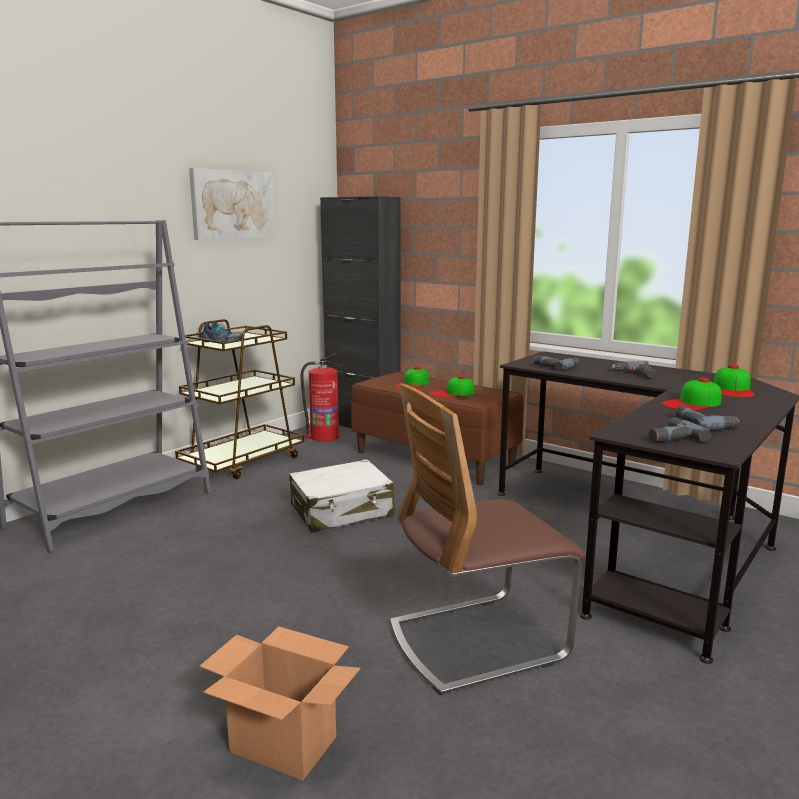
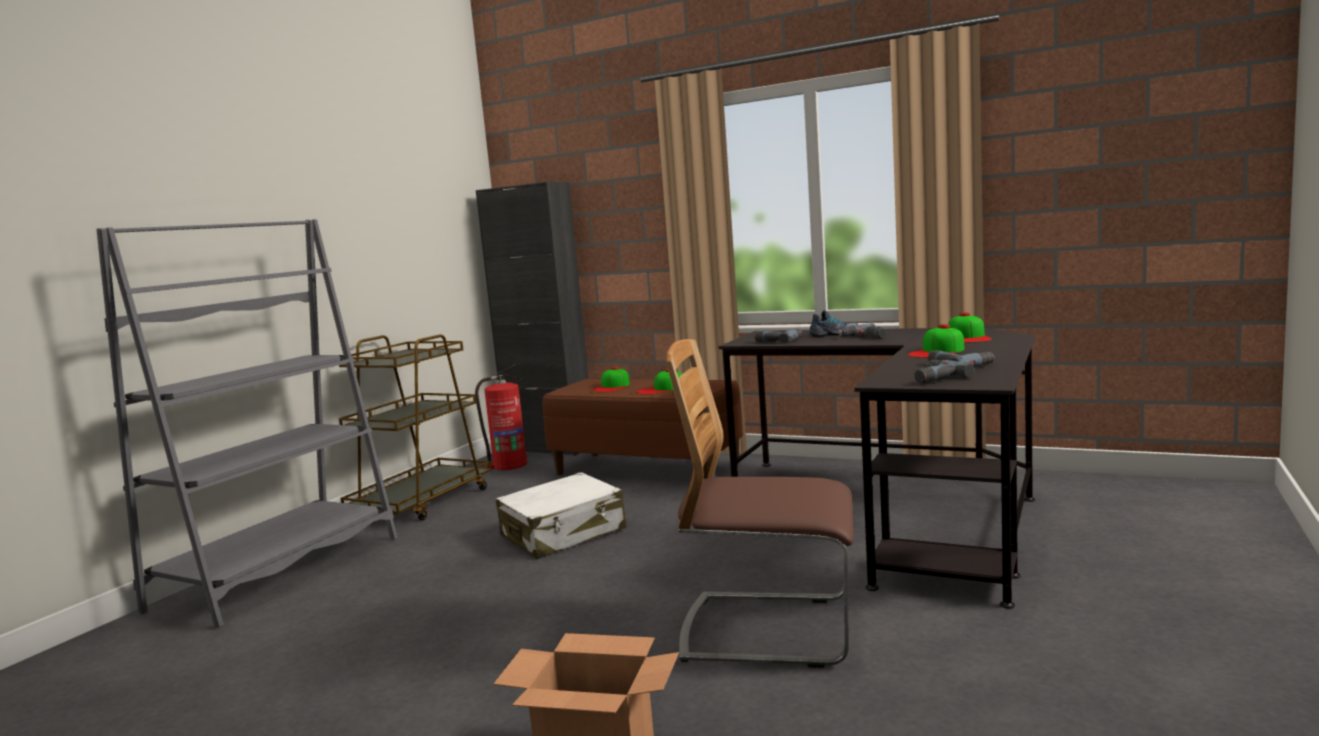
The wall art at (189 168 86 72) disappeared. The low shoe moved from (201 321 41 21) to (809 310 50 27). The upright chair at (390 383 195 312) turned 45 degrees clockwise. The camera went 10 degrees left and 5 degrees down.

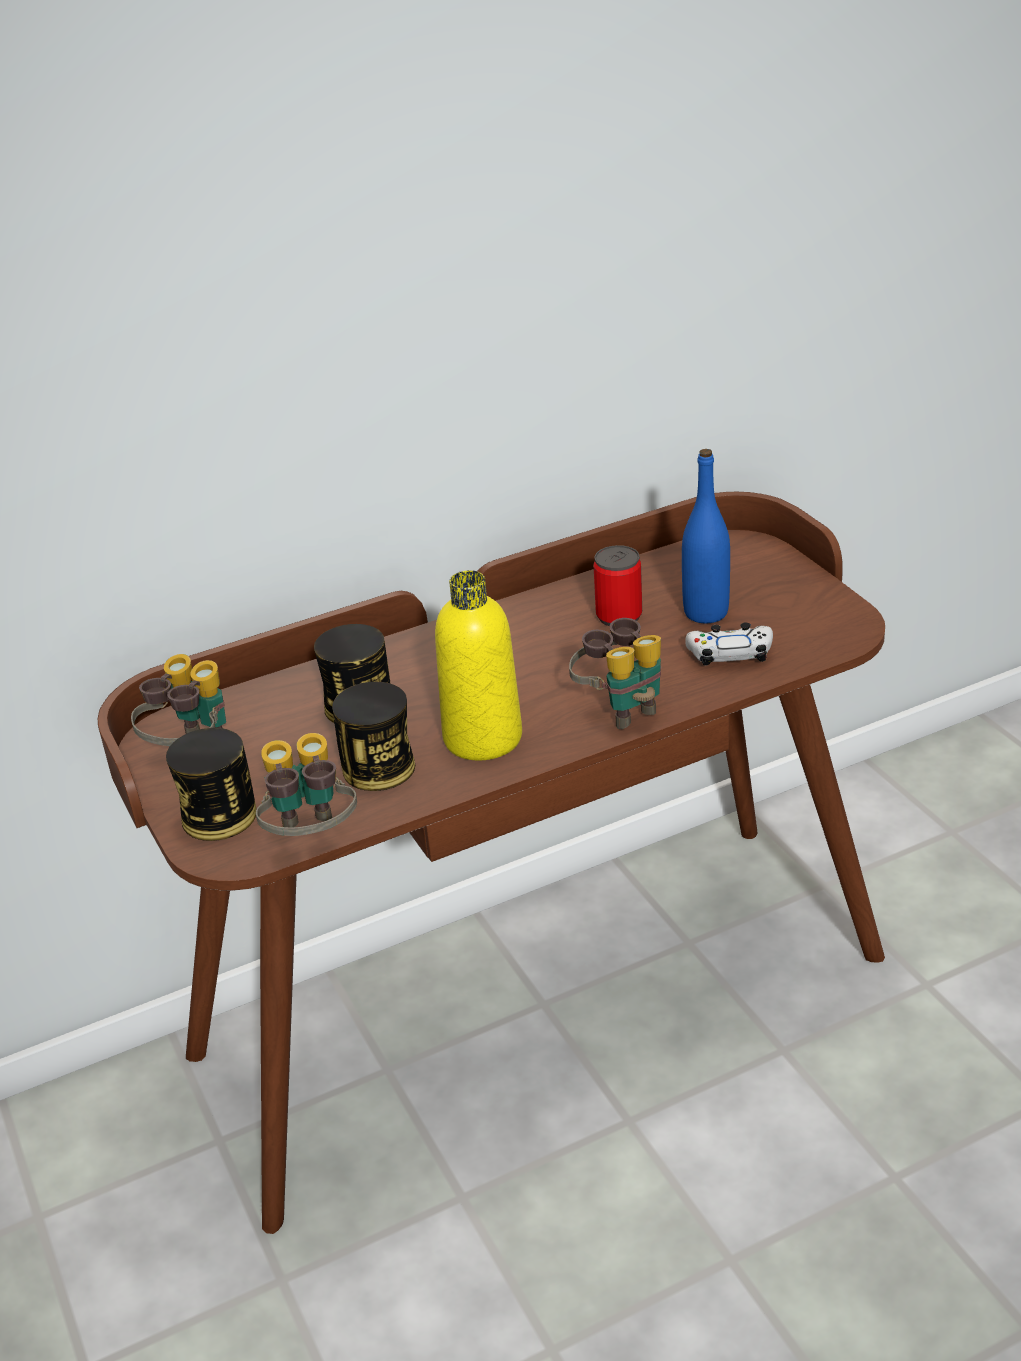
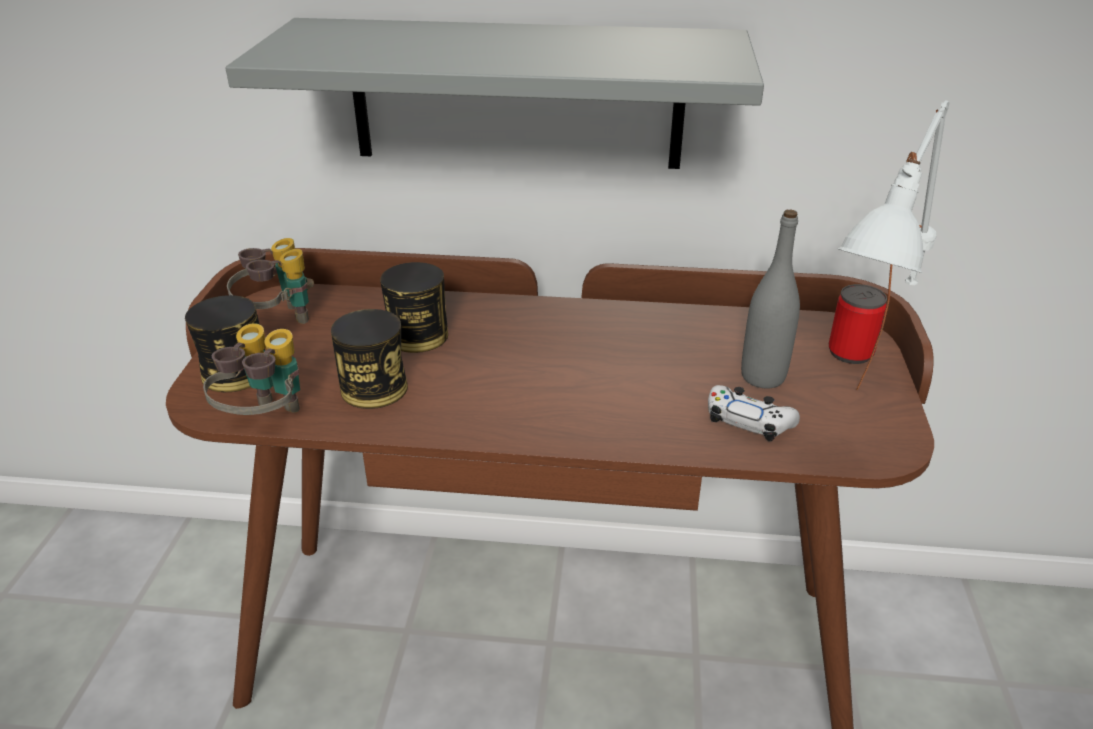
The yellow-coloured drink bottle at (435 570 87 190) disappeared. The binoculars at (569 618 92 111) disappeared. The metal can moved from (593 545 49 81) to (829 284 58 80). The blue-coloured drink bottle at (682 449 48 174) became the greyish drink bottle at (741 209 59 179). The greyish wall shelf at (225 18 539 151) appeared. The whitish table lamp at (837 100 112 290) appeared. The camera went 30 degrees right and 0 degrees up.

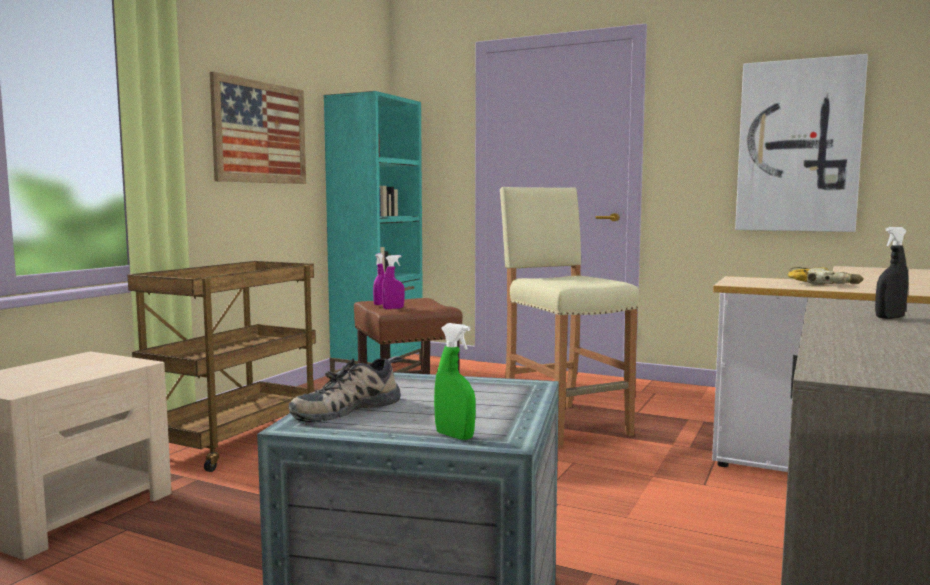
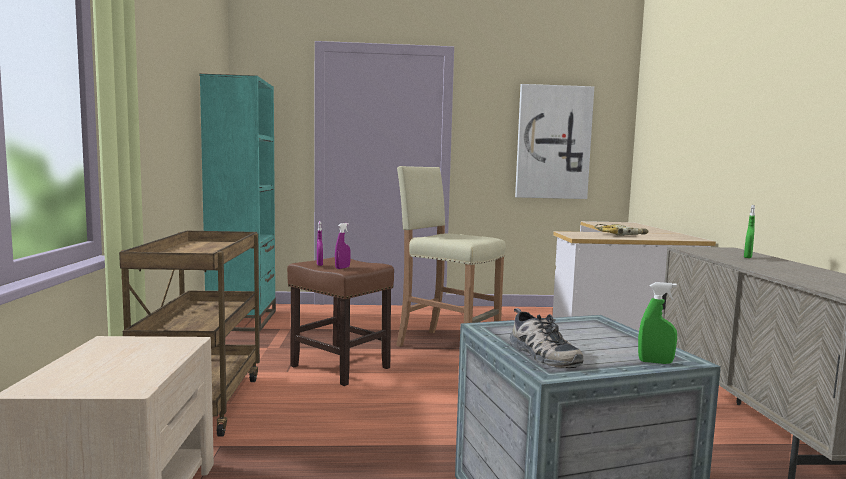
The wall art at (210 71 96 113) disappeared. The low shoe at (289 356 113 66) turned 45 degrees counterclockwise. The black spray bottle at (875 227 33 92) became the green-coloured spray bottle at (744 205 11 53). The camera went 30 degrees left and 0 degrees up.

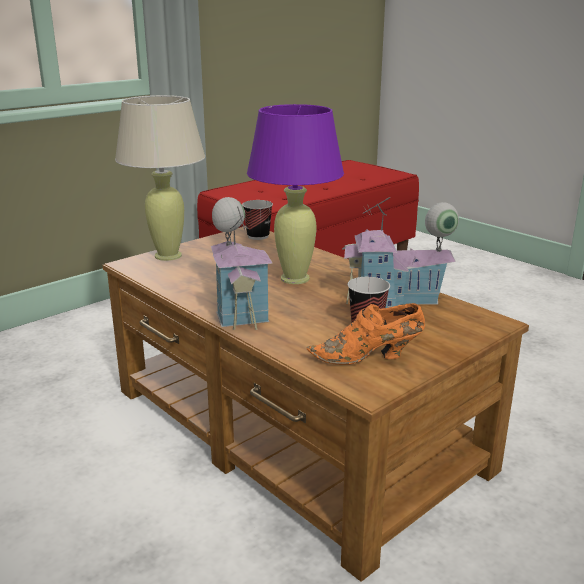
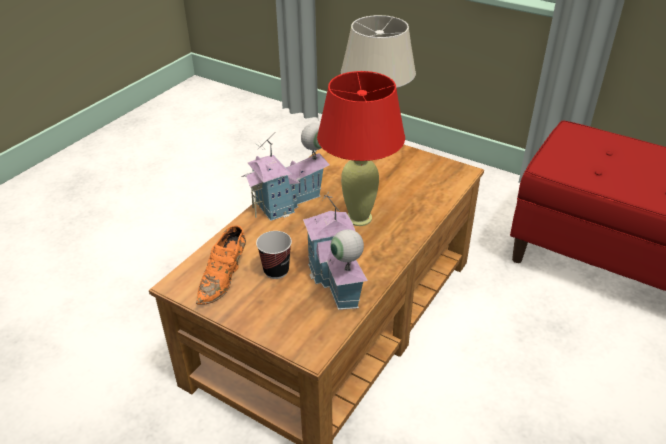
The drinking cup at (242 200 31 40) disappeared. The purple-coloured table lamp at (247 104 97 180) became the red-coloured table lamp at (317 71 88 155). The orangey low shoe at (307 303 118 62) turned 135 degrees counterclockwise. The camera went 75 degrees right and 15 degrees up.

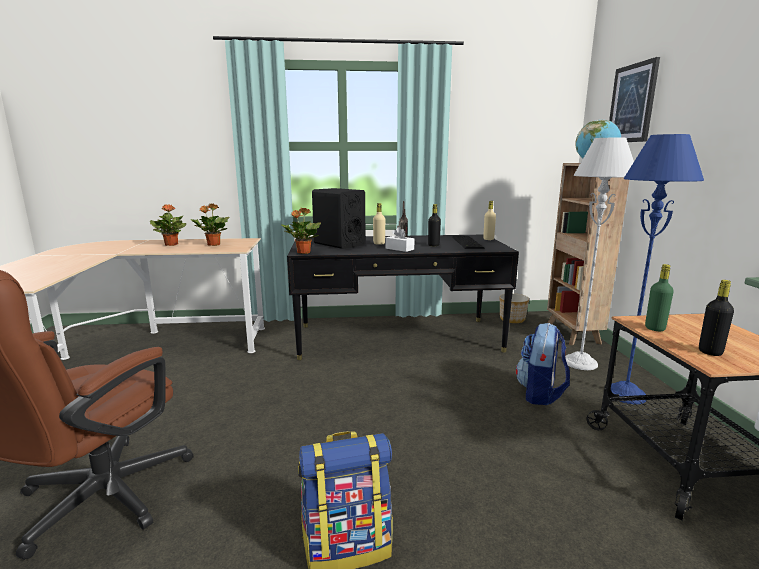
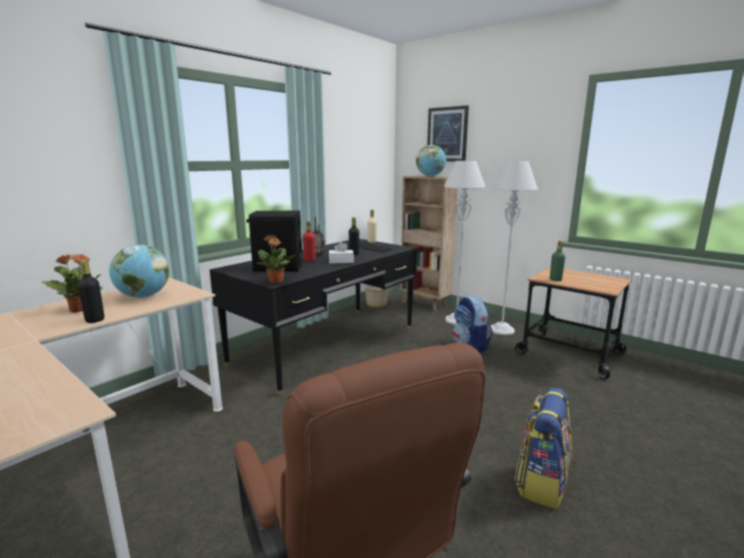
The plant in a pot at (190 203 39 43) was replaced by the world globe at (109 245 60 53). The sand-coloured drink bottle at (373 203 12 42) became the red-coloured drink bottle at (303 222 13 39). The blue-coloured standard lamp at (611 134 93 270) became the greyish standard lamp at (491 161 47 174). The black drink bottle moved from (699 280 35 76) to (78 260 26 63). The camera went 45 degrees left and 0 degrees up.

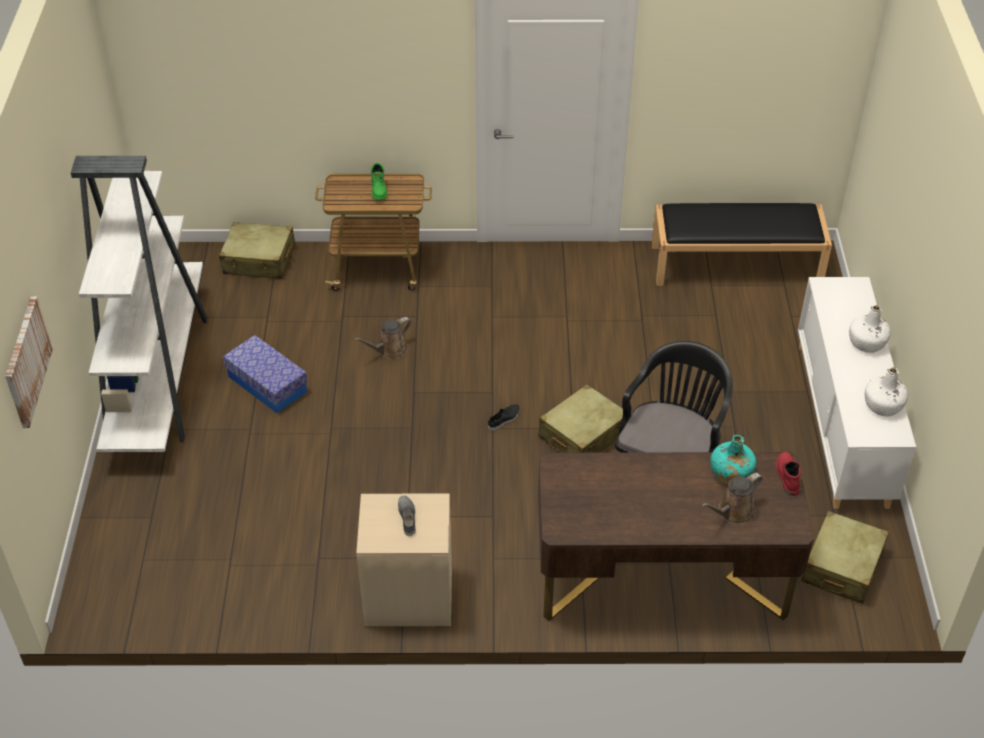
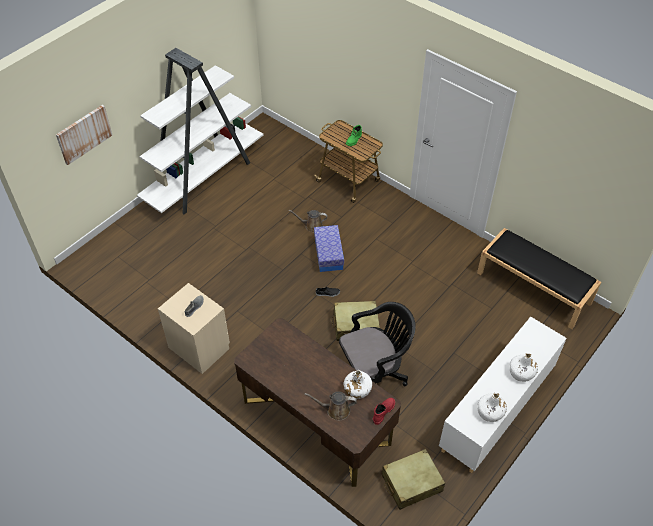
The sand-coloured travel case at (219 222 76 57) disappeared. The storage bin moved from (223 335 85 78) to (314 225 30 47). The turquoise drink bottle at (710 435 46 49) became the whitish drink bottle at (343 370 29 29). The camera went 40 degrees right and 5 degrees up.

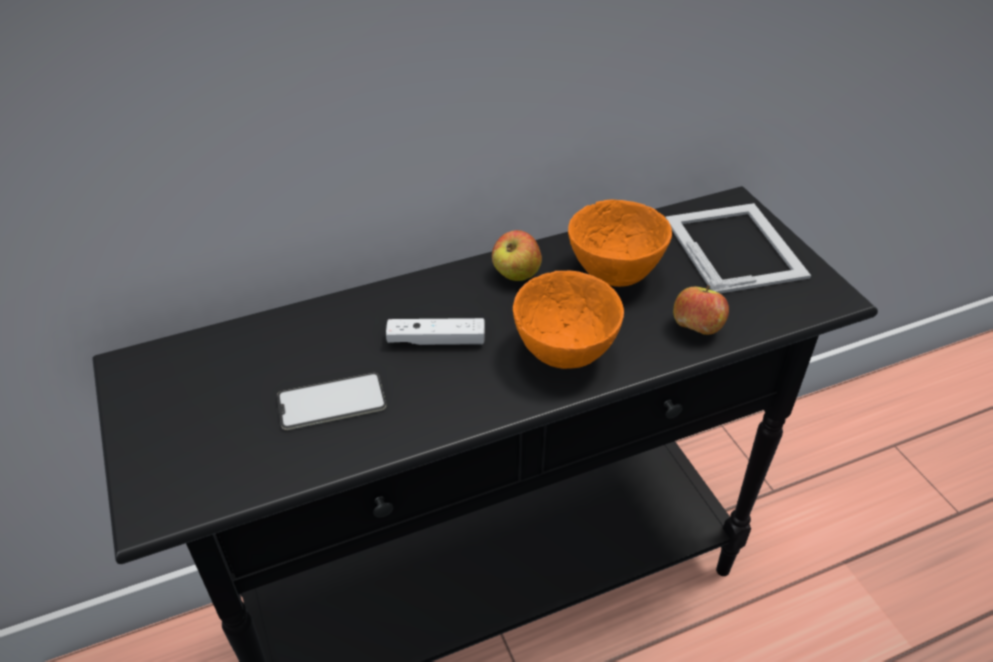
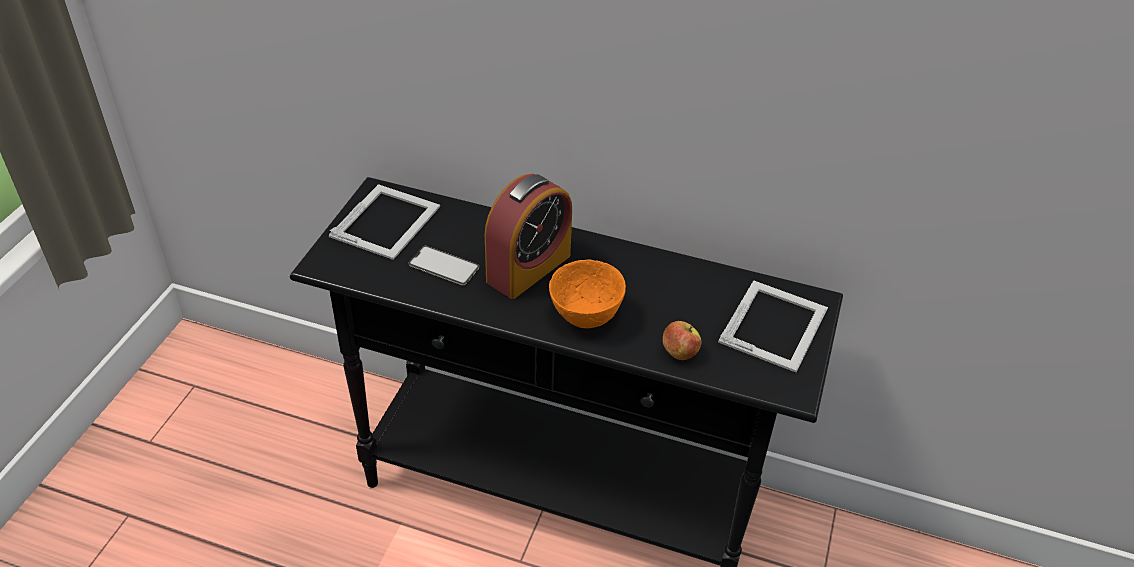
The whitish game controller at (386 318 99 27) was replaced by the bedside clock at (485 173 87 126). The whole apple at (492 230 50 51) disappeared. The orangey deep dish at (568 199 104 88) disappeared. The photo frame at (329 184 111 76) appeared. The camera went 40 degrees right and 0 degrees up.

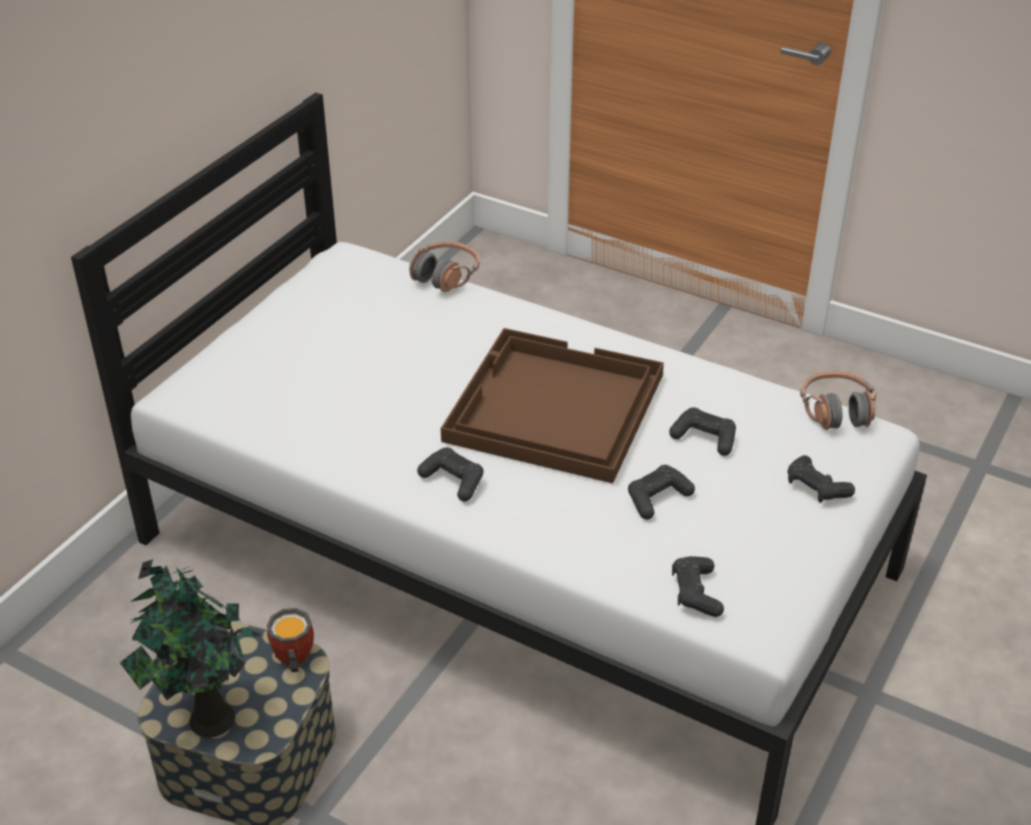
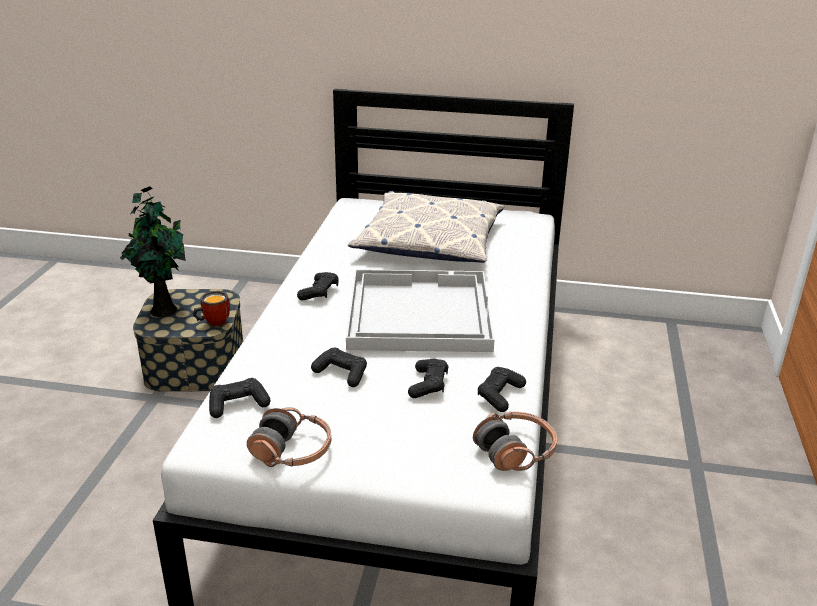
The pair of headphones moved from (409 241 70 51) to (247 407 84 60). The brown-coloured tray at (441 328 223 155) became the whitish tray at (346 269 149 83). The black game controller moved from (788 455 67 48) to (478 367 48 45). The throw pillow at (348 191 157 72) appeared. The camera went 70 degrees right and 10 degrees down.

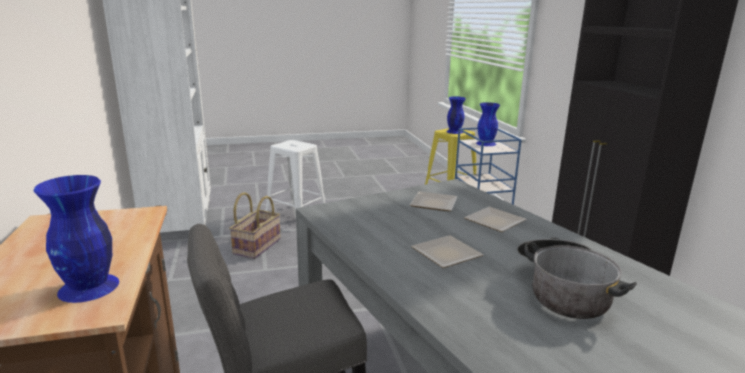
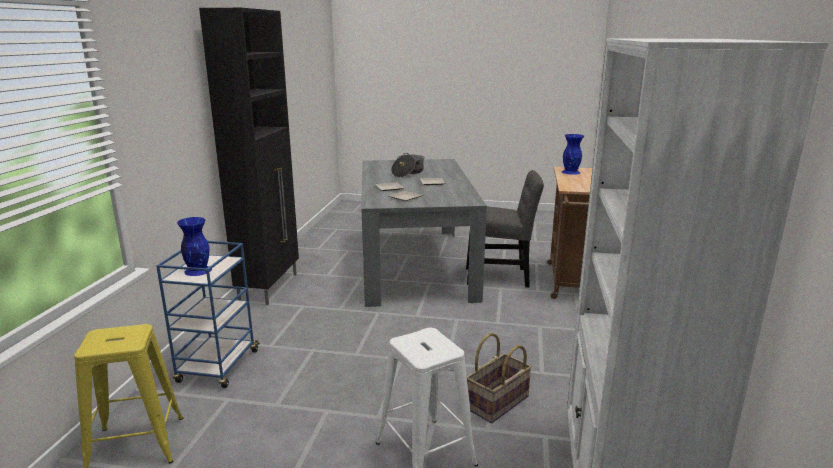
The blue-coloured flower vase at (446 96 20 38) disappeared. The camera went 155 degrees left and 0 degrees up.

